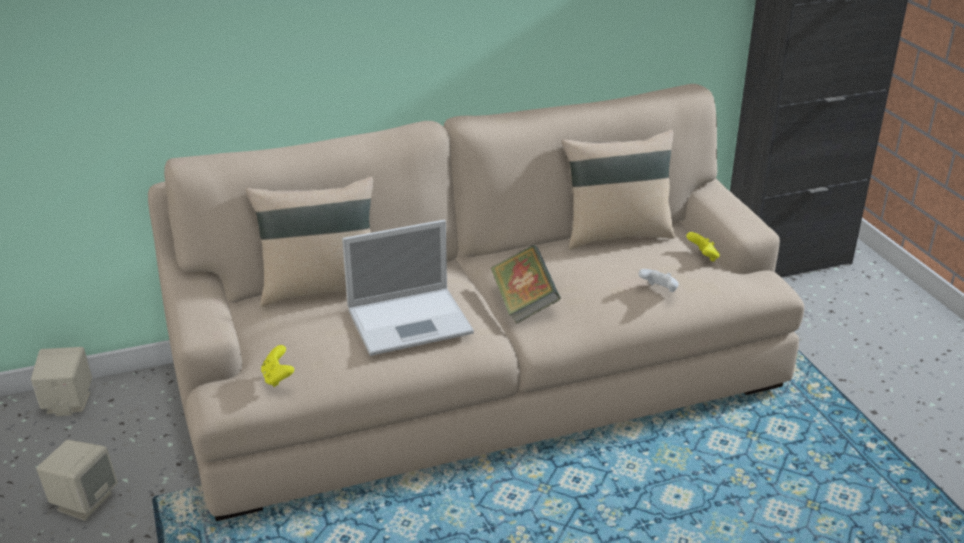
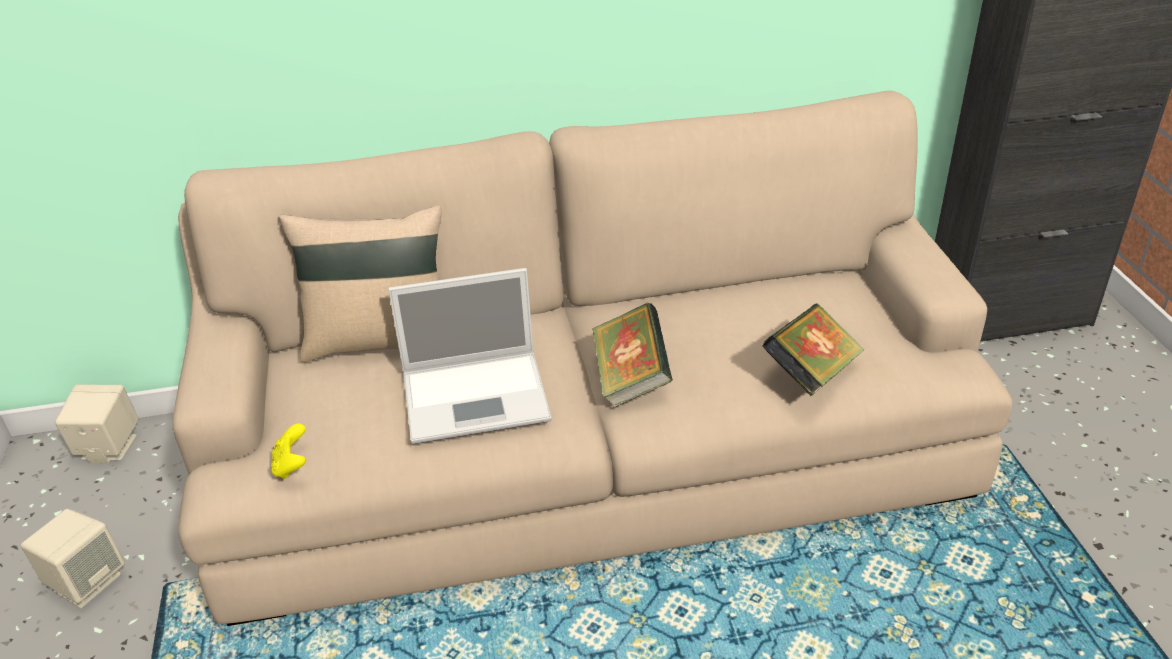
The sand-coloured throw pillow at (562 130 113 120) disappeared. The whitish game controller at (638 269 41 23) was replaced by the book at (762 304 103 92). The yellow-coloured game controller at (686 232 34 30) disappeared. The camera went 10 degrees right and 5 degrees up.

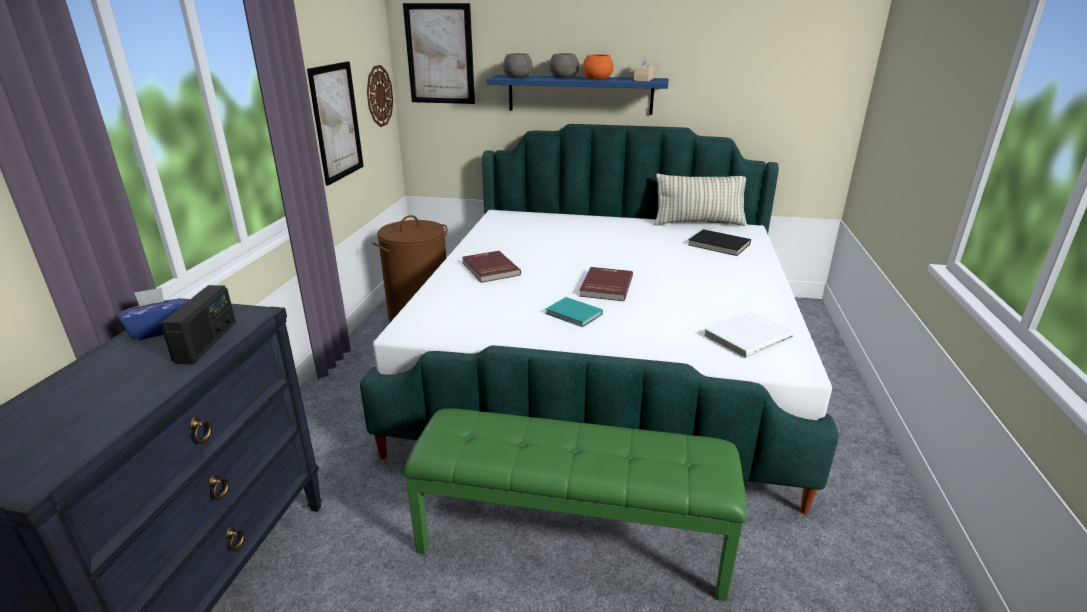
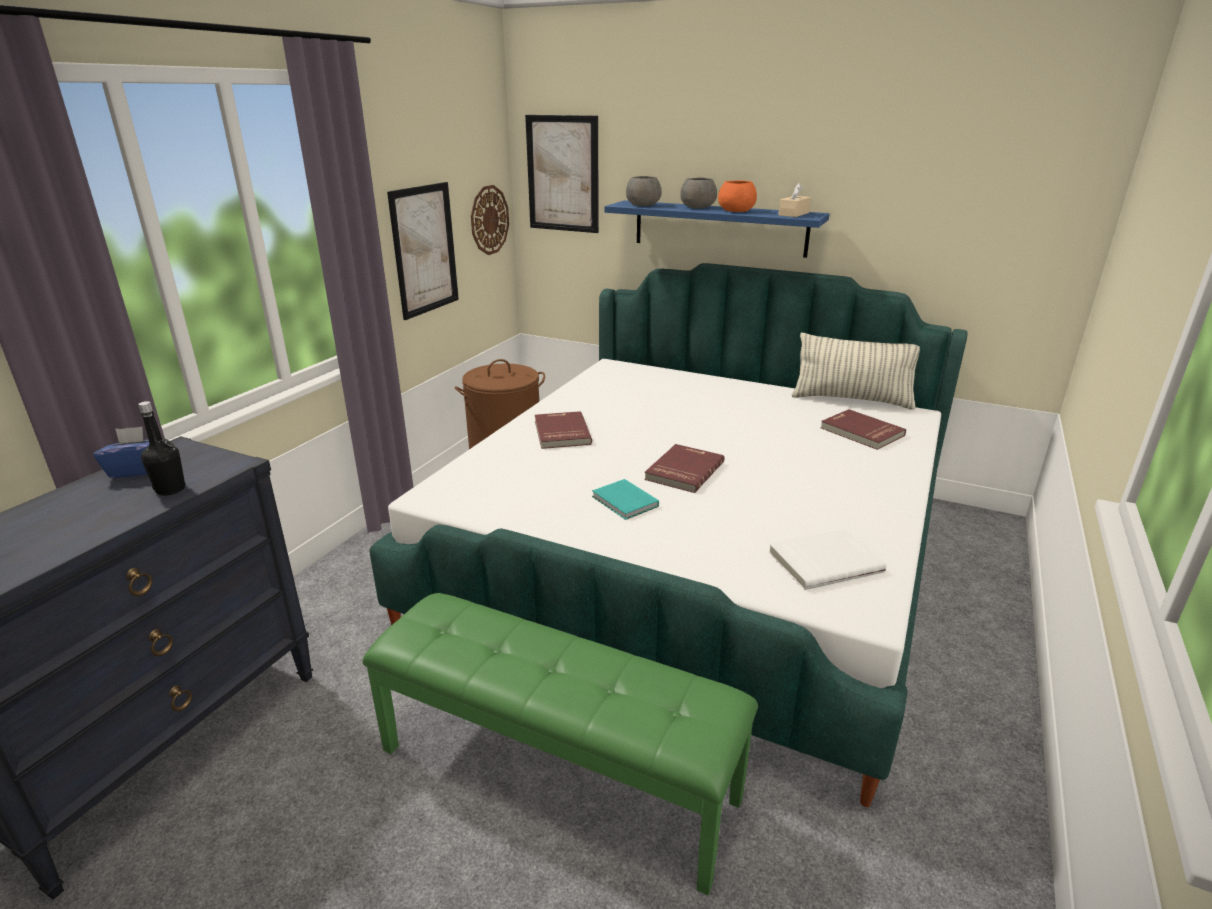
The radio set at (160 285 76 79) was replaced by the black drink bottle at (138 401 47 95). The black book at (688 229 63 27) became the red-coloured book at (820 409 86 41). The camera went 15 degrees right and 0 degrees up.

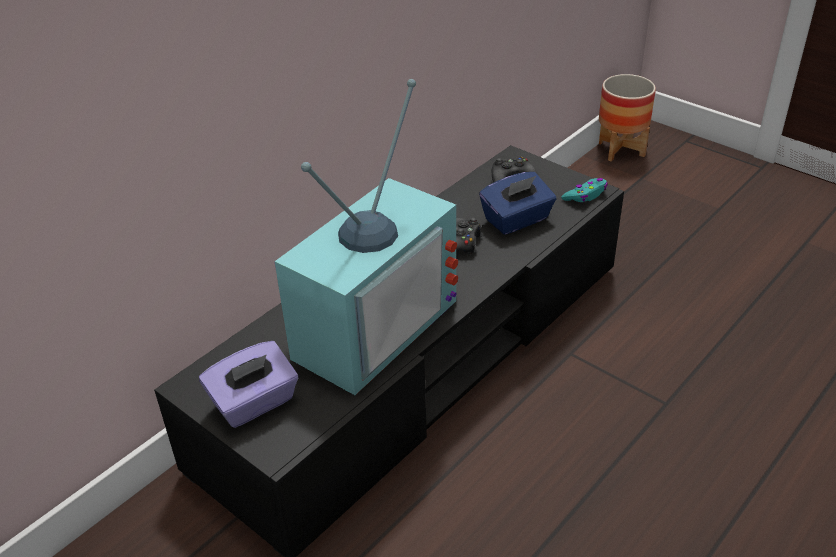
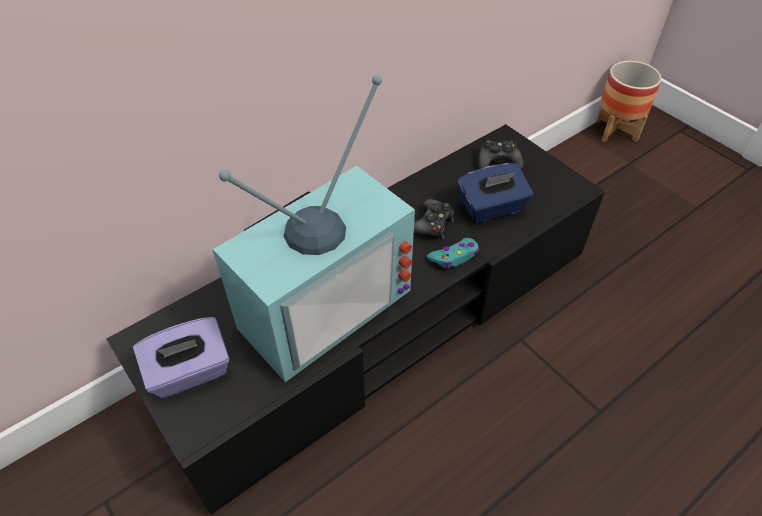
The turquoise game controller moved from (561 178 47 24) to (427 238 52 30). The camera went 10 degrees right and 10 degrees up.

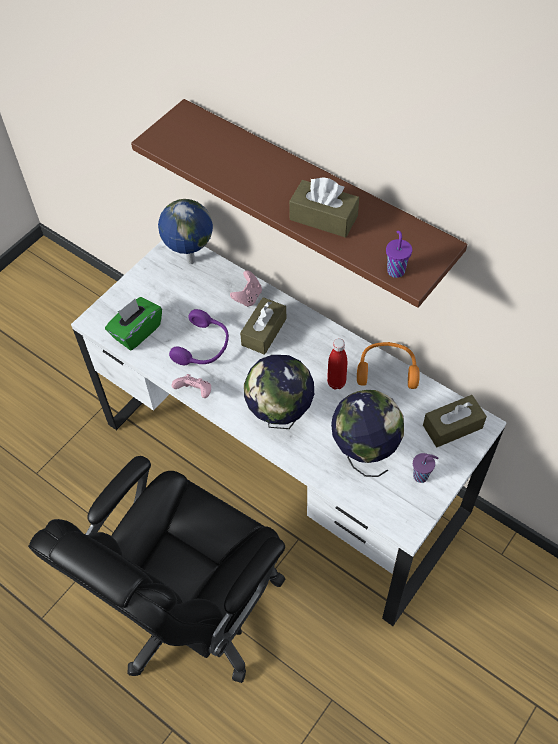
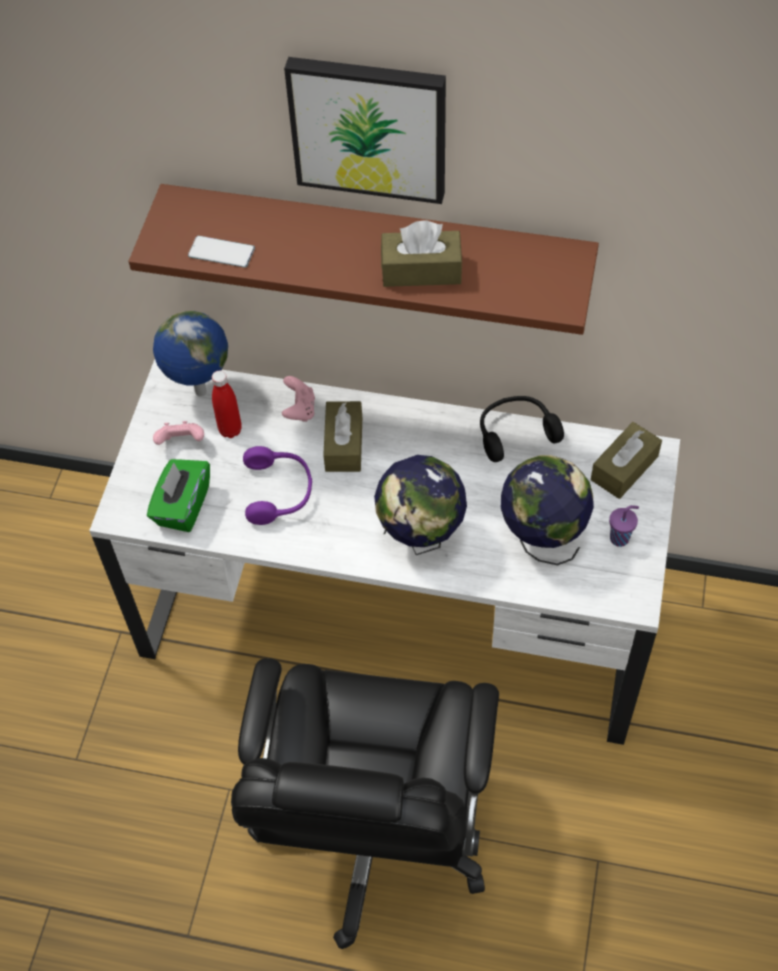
The pinkish game controller moved from (172 374 39 24) to (153 421 51 24). The red-coloured drink bottle moved from (327 339 20 51) to (212 371 30 67). The orangey pair of headphones at (357 342 63 47) became the black pair of headphones at (480 396 84 66). The purple-coloured drinking cup at (386 231 26 47) disappeared. The telephone at (188 236 67 32) appeared. The wall art at (284 57 162 147) appeared. The camera went 25 degrees left and 0 degrees up.

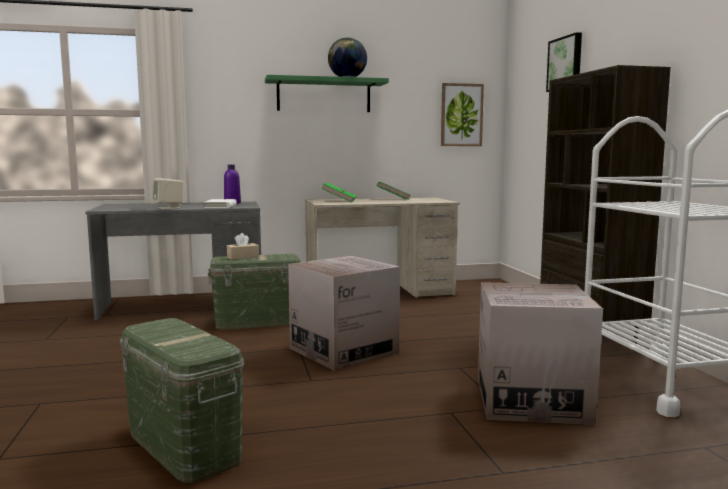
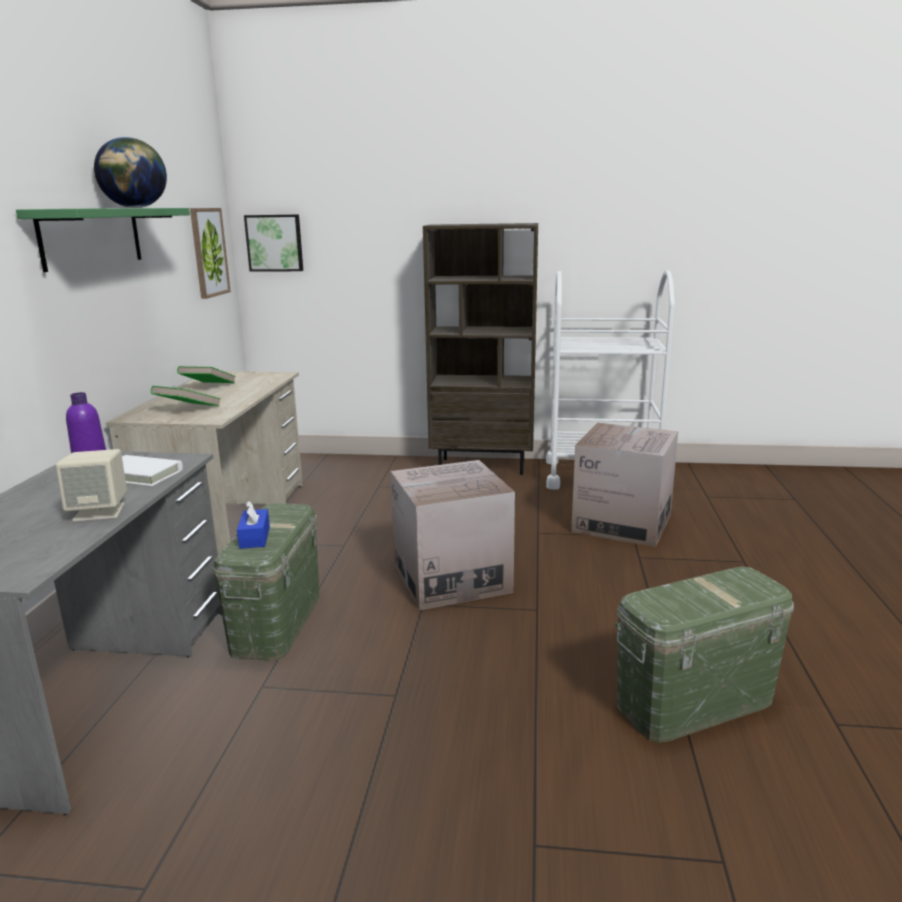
The sand-coloured tissue holder at (227 233 32 27) became the blue-coloured tissue holder at (237 500 33 49). The wall art moved from (546 32 36 60) to (244 214 59 58). The camera went 70 degrees left and 10 degrees up.

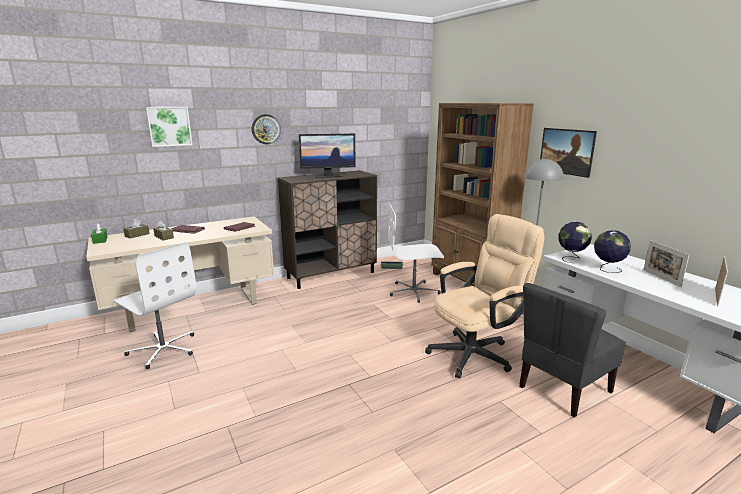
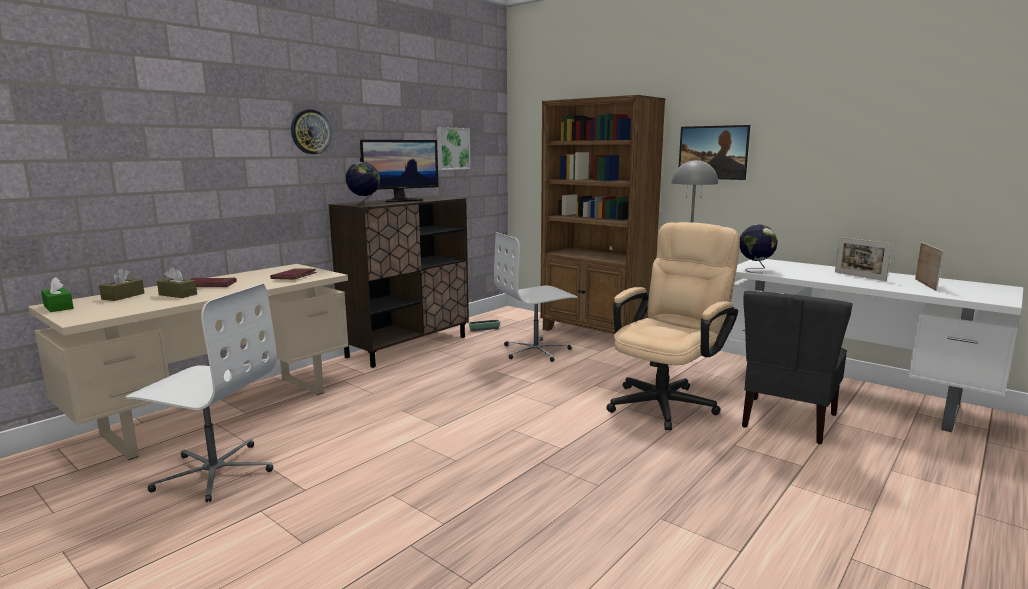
The wall art moved from (146 107 47 40) to (437 127 33 43). The world globe moved from (594 230 37 43) to (346 162 34 44). The camera went 20 degrees left and 5 degrees down.

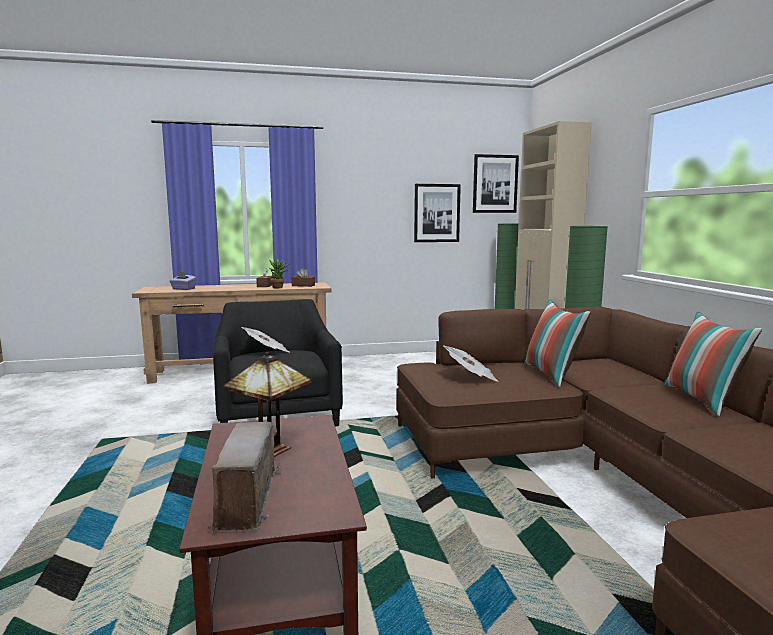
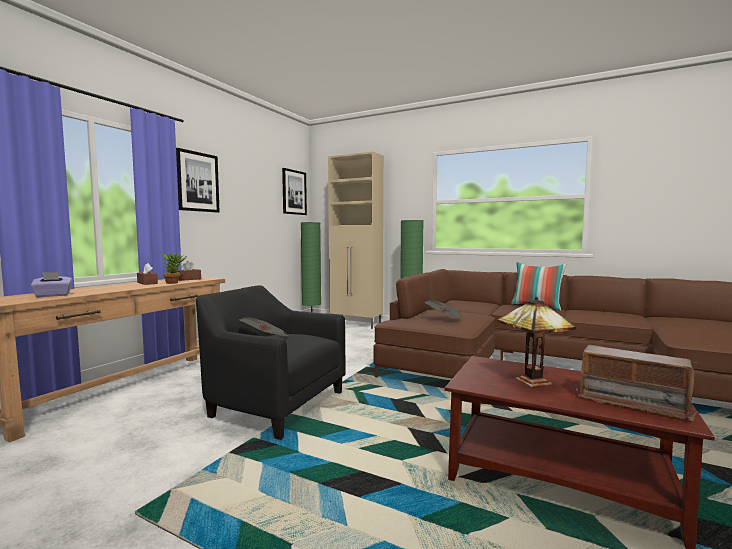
The wall art moved from (414 184 47 58) to (176 148 44 65). The throw pillow at (524 300 67 87) disappeared. The camera went 50 degrees left and 5 degrees down.

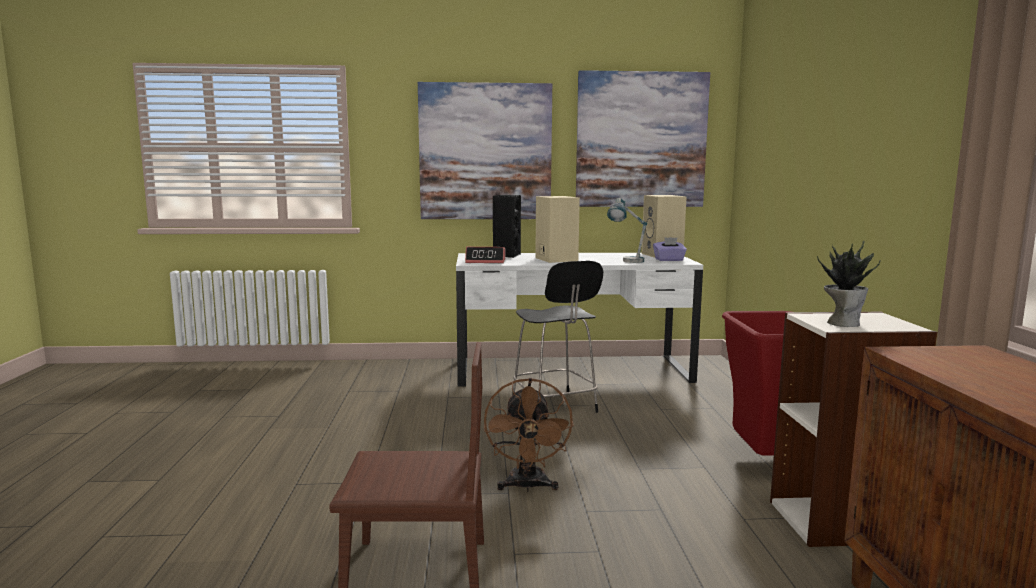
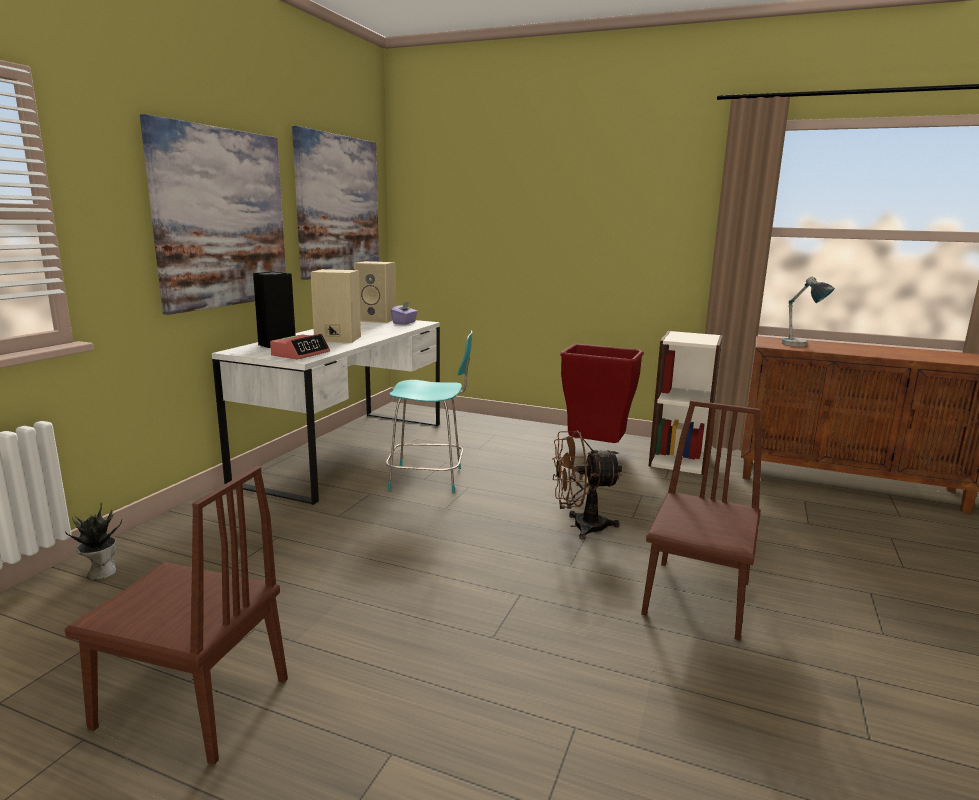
The brown-coloured cooling fan at (484 378 90 114) turned 150 degrees clockwise. The black stool at (512 261 91 152) became the turquoise stool at (386 331 86 162). The table lamp moved from (607 198 40 65) to (782 276 53 71). The plant in a pot moved from (817 241 64 86) to (65 503 57 77). The brown-coloured upright chair at (64 466 224 299) appeared. The camera went 65 degrees left and 5 degrees up.

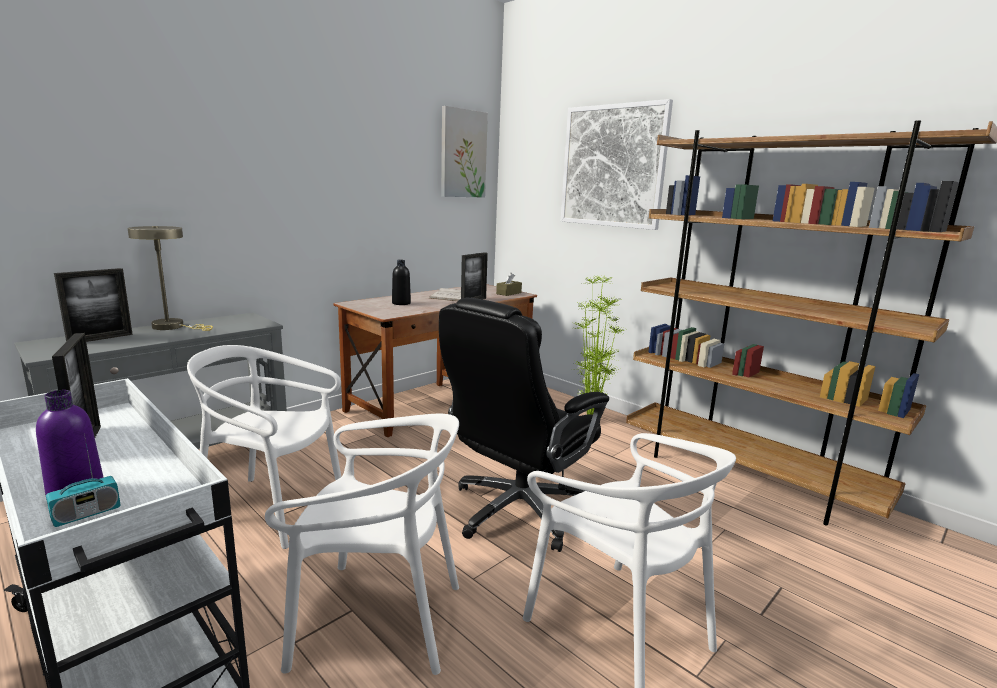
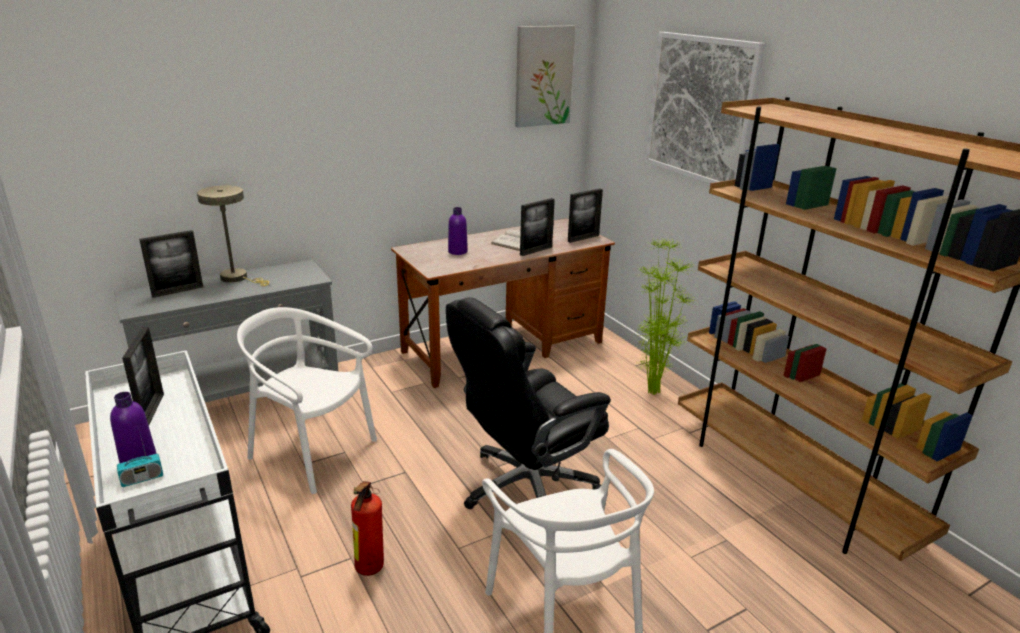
The whitish upright chair at (265 414 194 261) was replaced by the extinguisher at (351 481 33 95). The black drink bottle at (392 260 19 45) became the purple-coloured drink bottle at (448 207 20 48). The brown-coloured tissue holder at (496 273 26 23) was replaced by the photo frame at (568 189 35 54). The camera went 15 degrees right and 10 degrees up.

